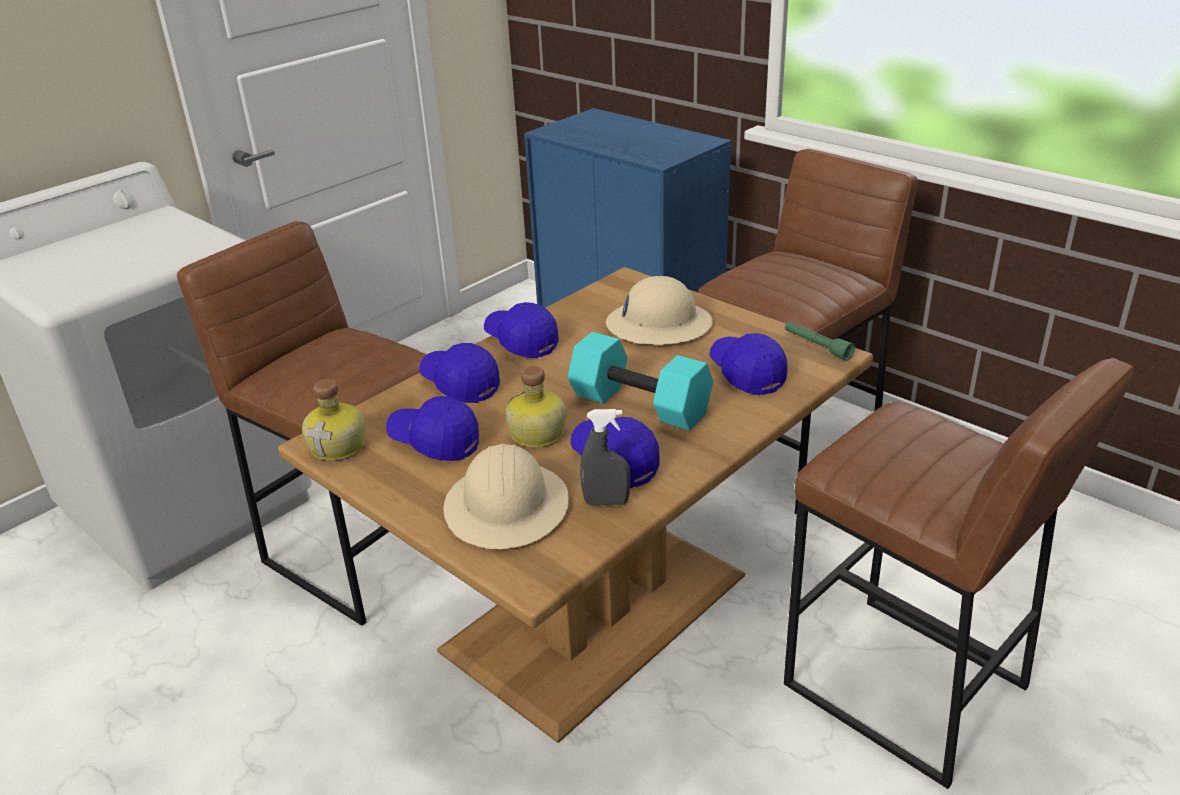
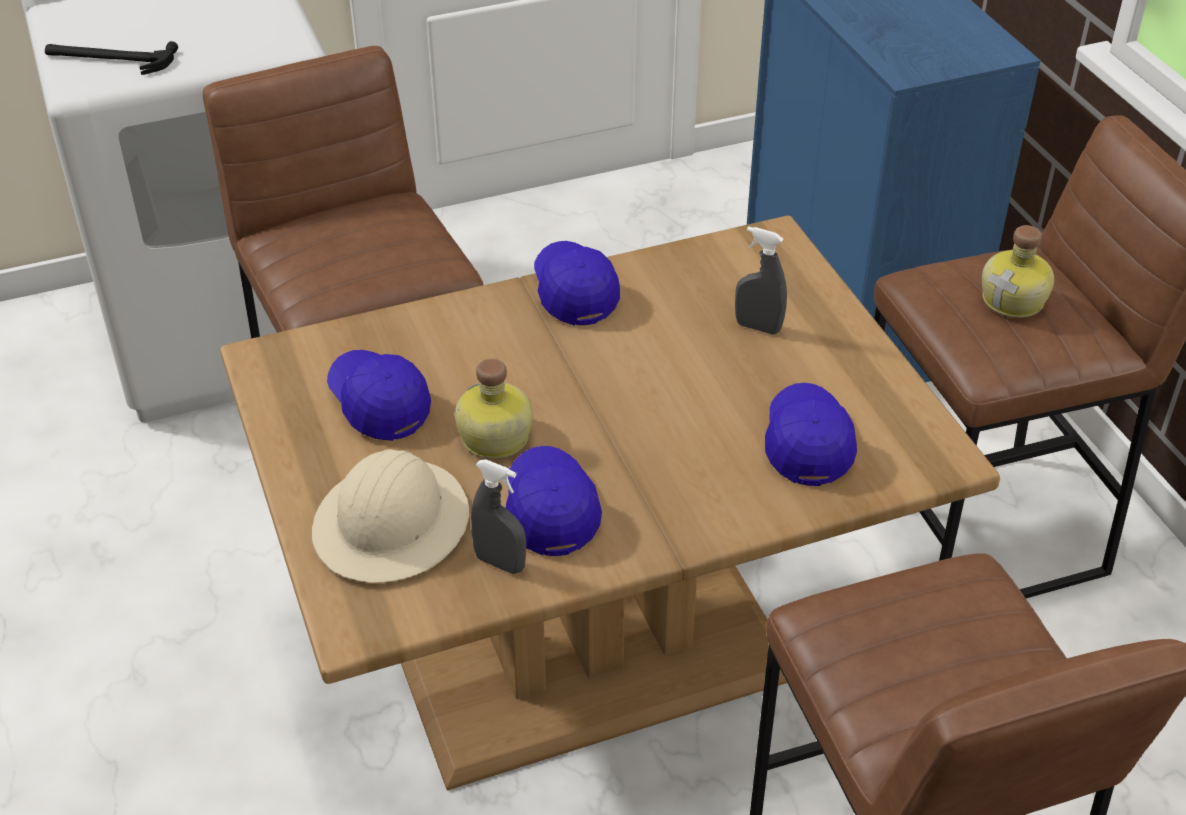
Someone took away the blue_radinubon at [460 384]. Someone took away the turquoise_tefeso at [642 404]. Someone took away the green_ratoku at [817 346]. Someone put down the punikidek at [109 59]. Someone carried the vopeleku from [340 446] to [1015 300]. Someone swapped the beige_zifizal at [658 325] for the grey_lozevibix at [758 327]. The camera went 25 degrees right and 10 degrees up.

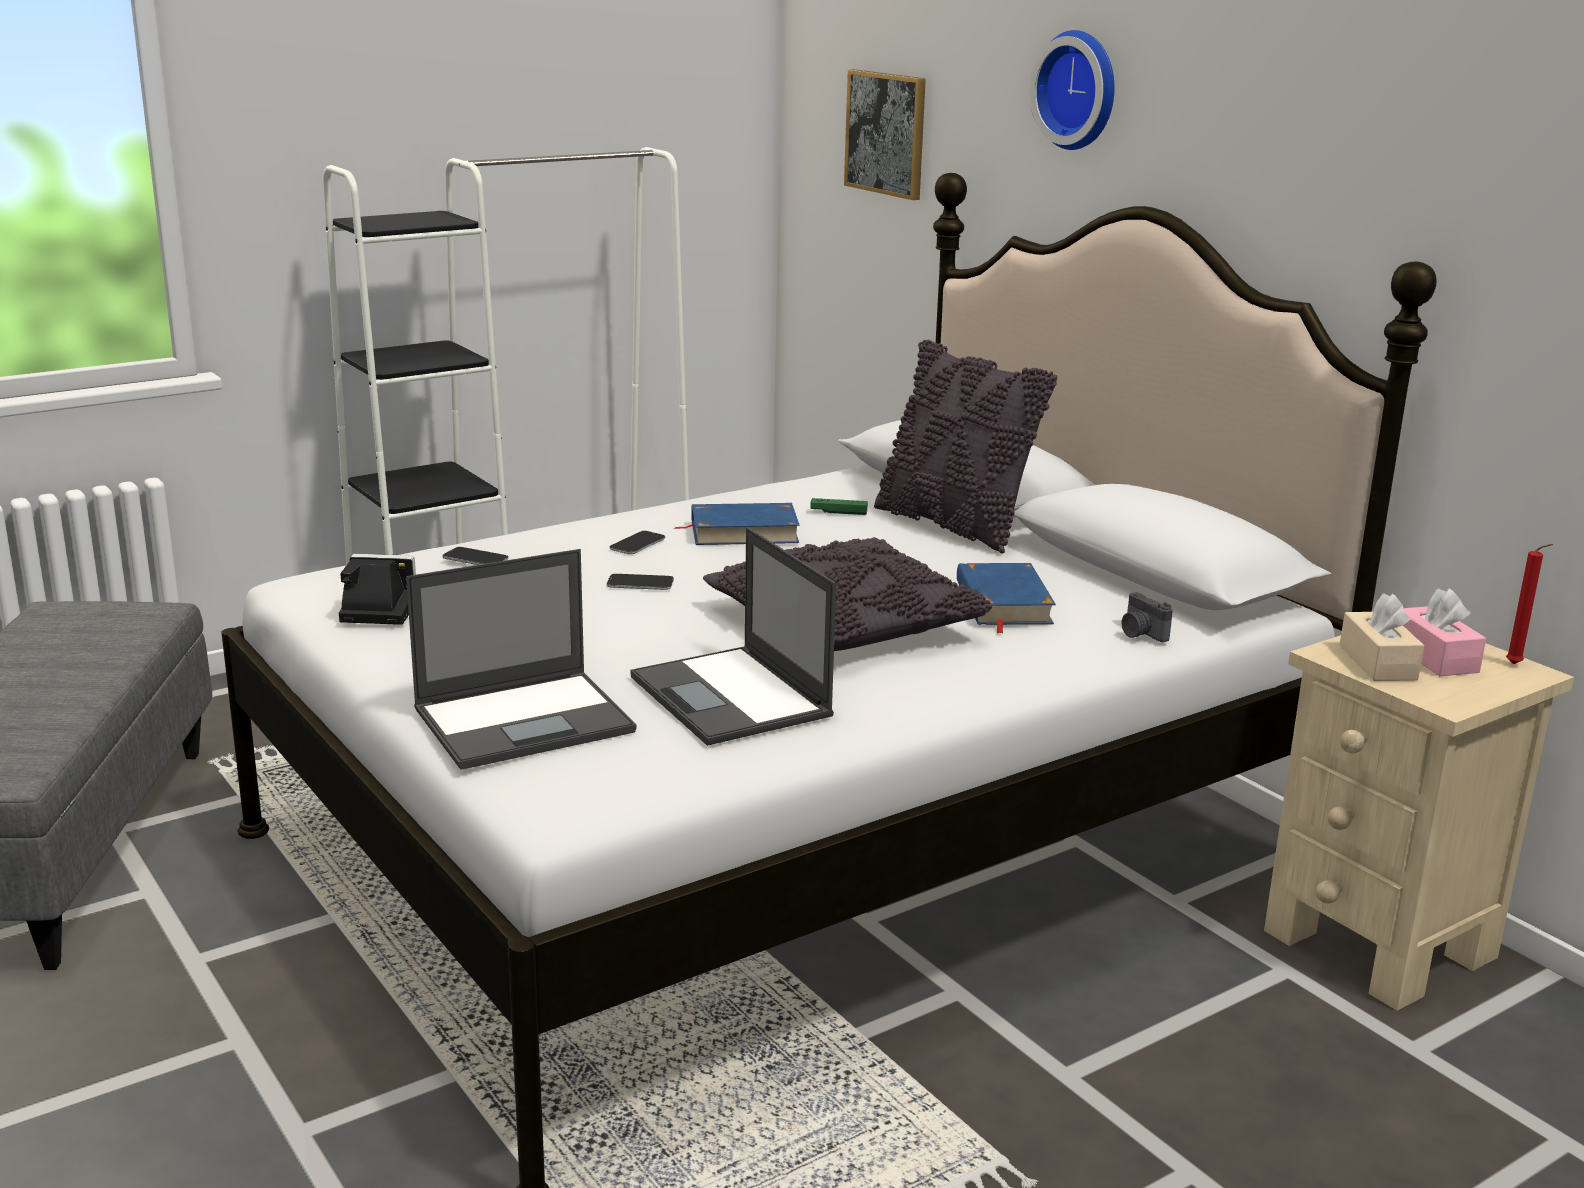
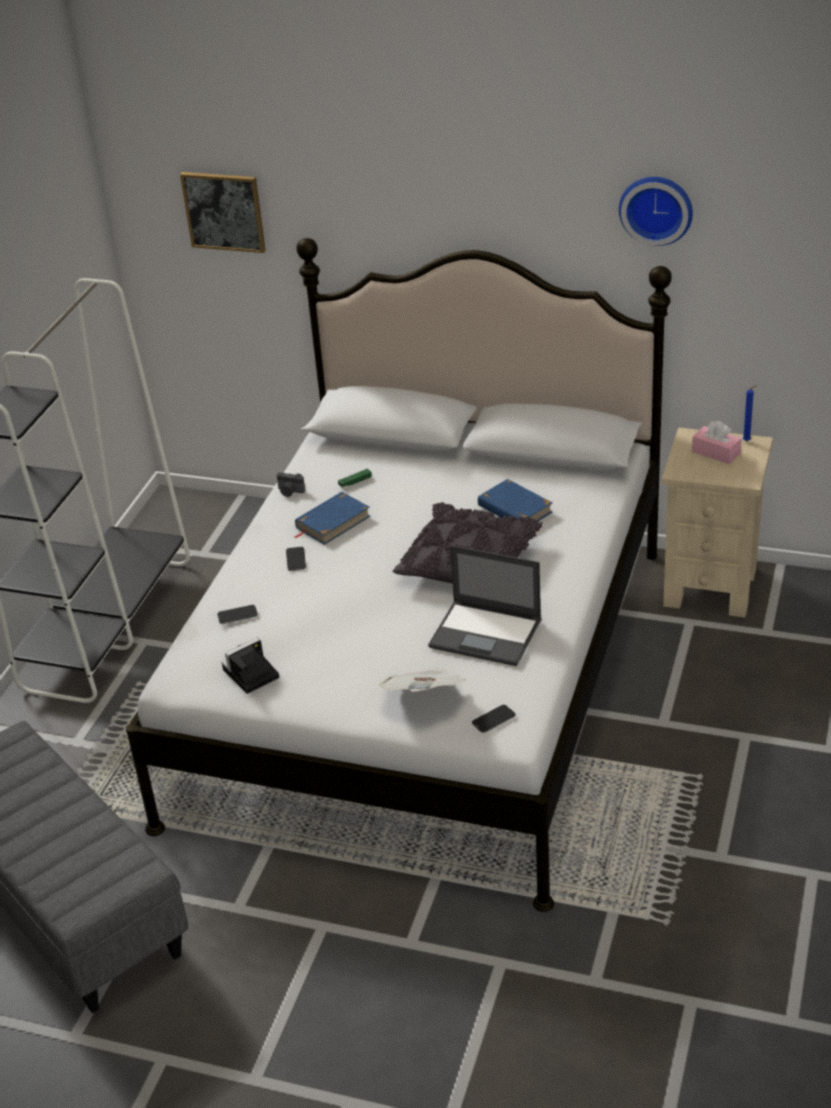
Someone took away the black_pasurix at [955 525]. Someone took away the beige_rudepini at [1377 663]. Someone carried the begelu from [640 583] to [493 719]. Someone carried the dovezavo from [1080 90] to [656 208]. Someone carried the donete from [1141 633] to [290 492]. Someone swapped the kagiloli at [526 720] for the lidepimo at [424 697]. Someone repainted the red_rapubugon at [1516 665], which became the blue_rapubugon at [747 441]. The camera went 35 degrees left and 15 degrees up.

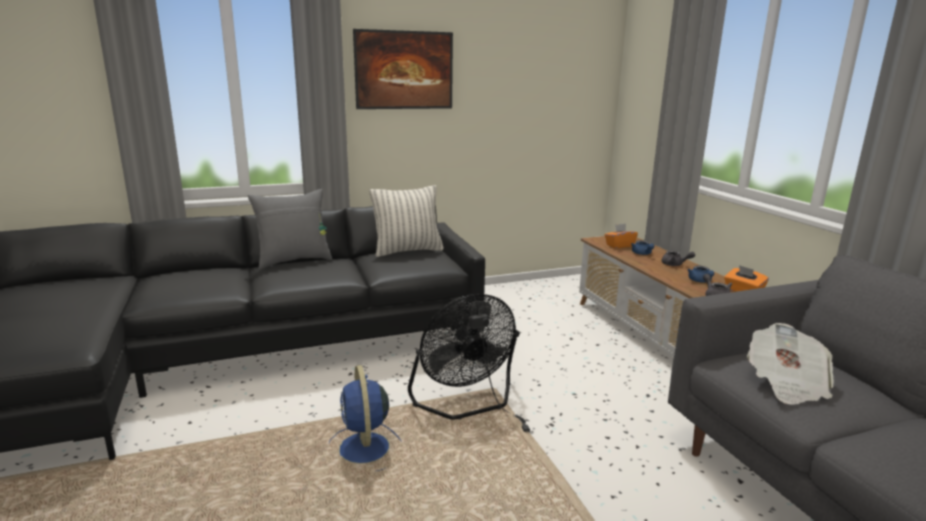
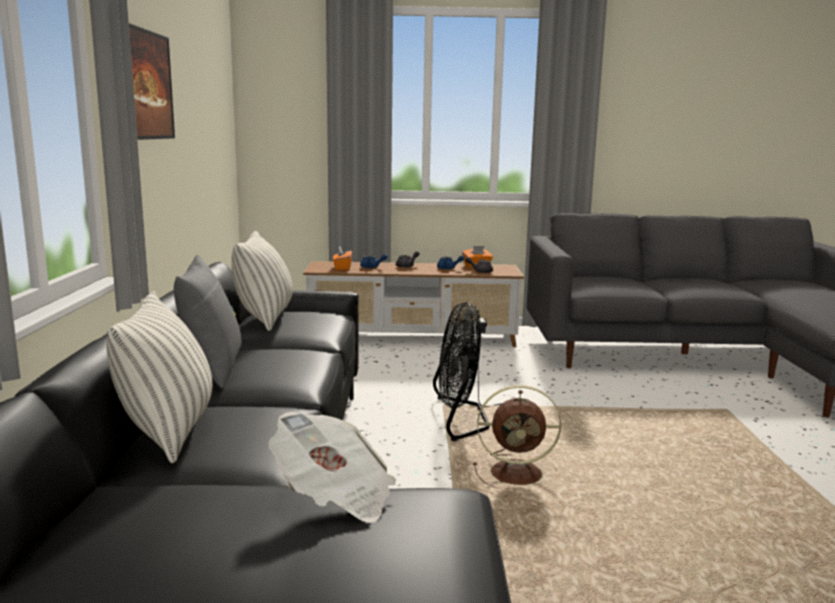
Someone put down the pasurix at [169 432]. Someone carried the lidepimo from [786 383] to [335 495]. Someone repainted the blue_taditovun at [364 450], which became the brown_taditovun at [519 473]. The camera went 70 degrees left and 5 degrees down.

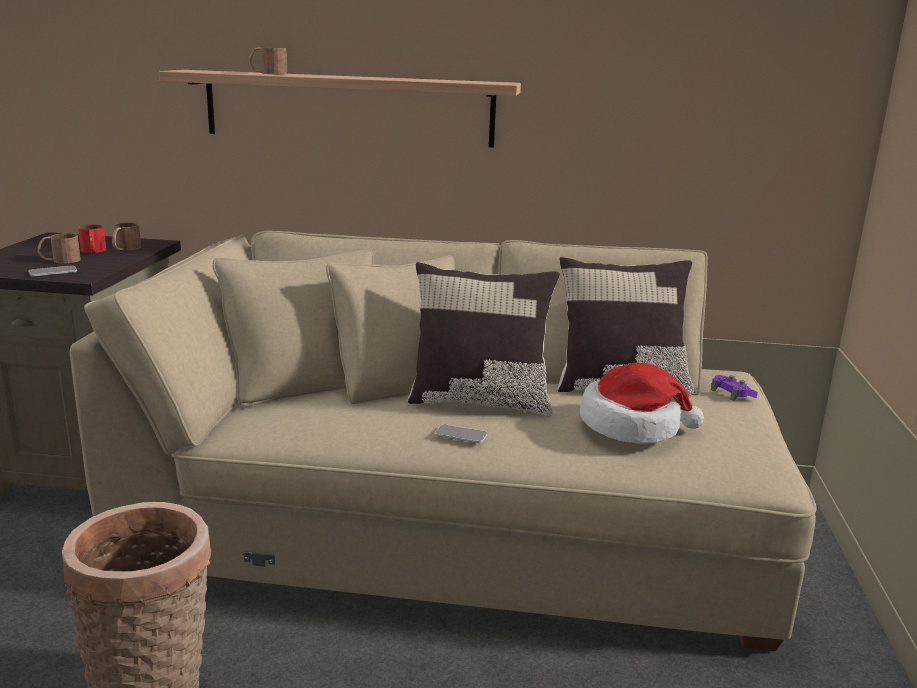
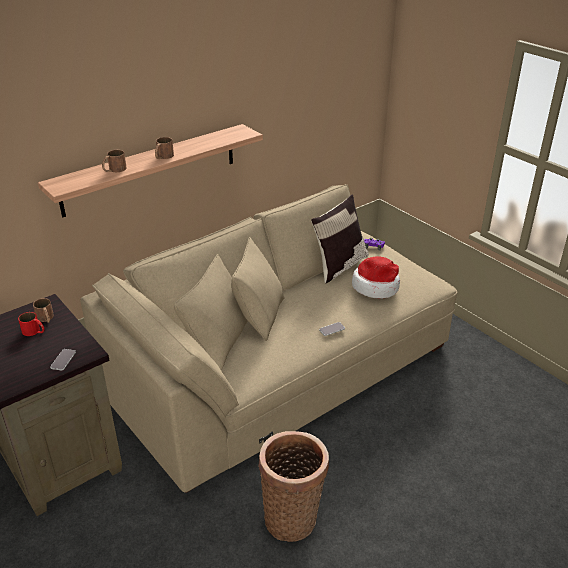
Someone took away the pasurix at [480 402]. Someone carried the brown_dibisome from [60 260] to [163 157]. The camera went 45 degrees left and 15 degrees up.

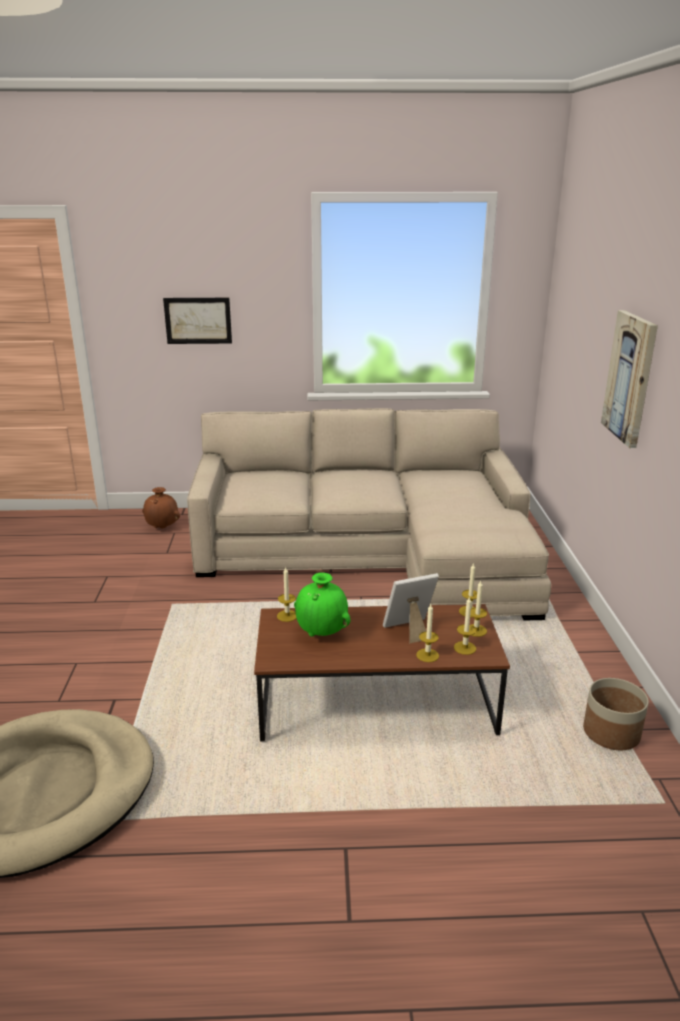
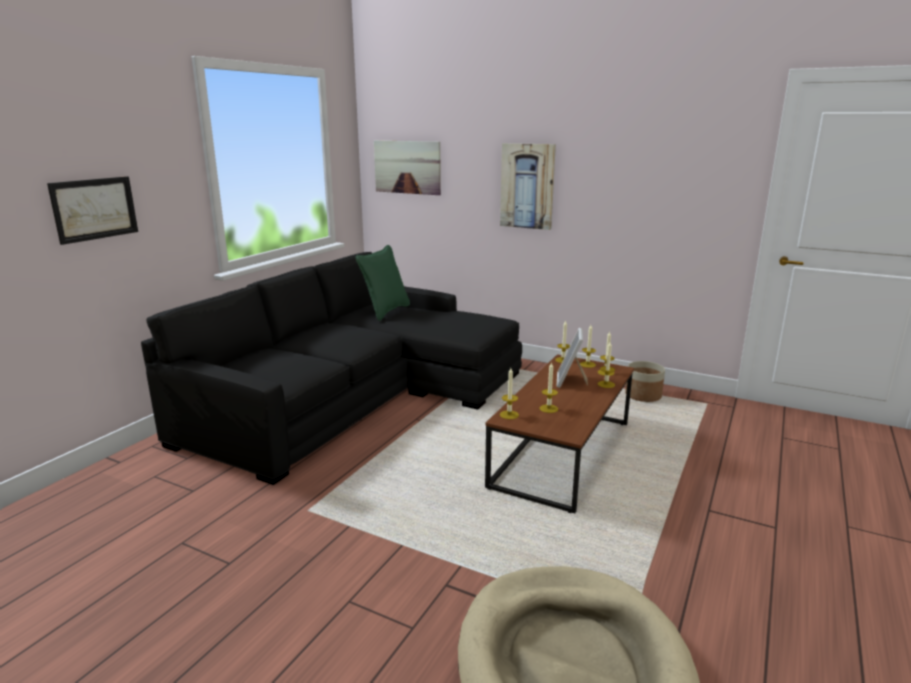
Someone took away the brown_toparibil at [162 527]. Someone put down the green_pasurix at [385 311]. Someone put up the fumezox at [407 167]. Someone swapped the green_toparibil at [322 633] for the rapubugon at [548 408]. Someone repainted the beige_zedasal at [374 551], which became the black_zedasal at [356 394]. The camera went 60 degrees left and 5 degrees down.

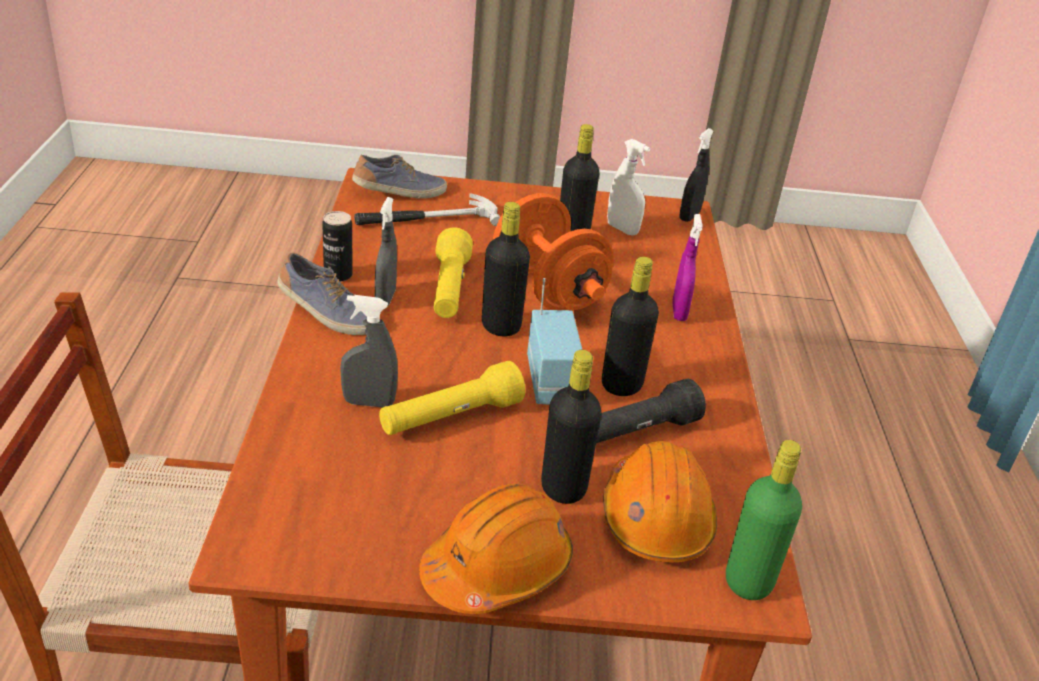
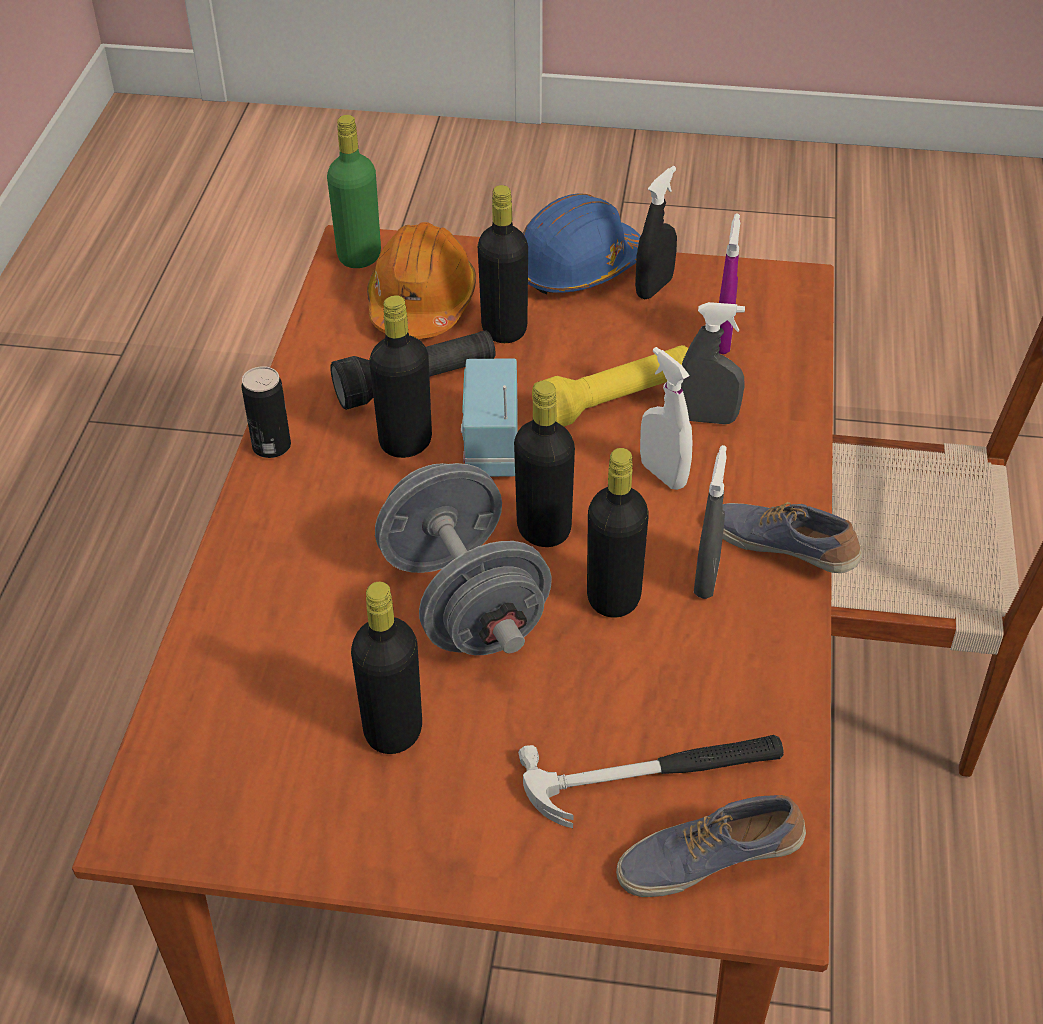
Someone carried the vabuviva from [338 275] to [271 446]. Someone carried the white_lozevibix from [622 229] to [663 474]. Someone carried the purple_lozevibix from [679 312] to [723 339]. Someone carried the black_lozevibix from [689 216] to [654 287]. Someone swapped the yellow_ratoku at [449 289] for the black_vopeleku at [613 598]. Someone repainted the orange_zifizal at [497 568], which became the blue_zifizal at [576 268]. Someone repainted the orange_tefeso at [547 289], which became the grey_tefeso at [464 602]. The camera went 170 degrees left and 10 degrees up.

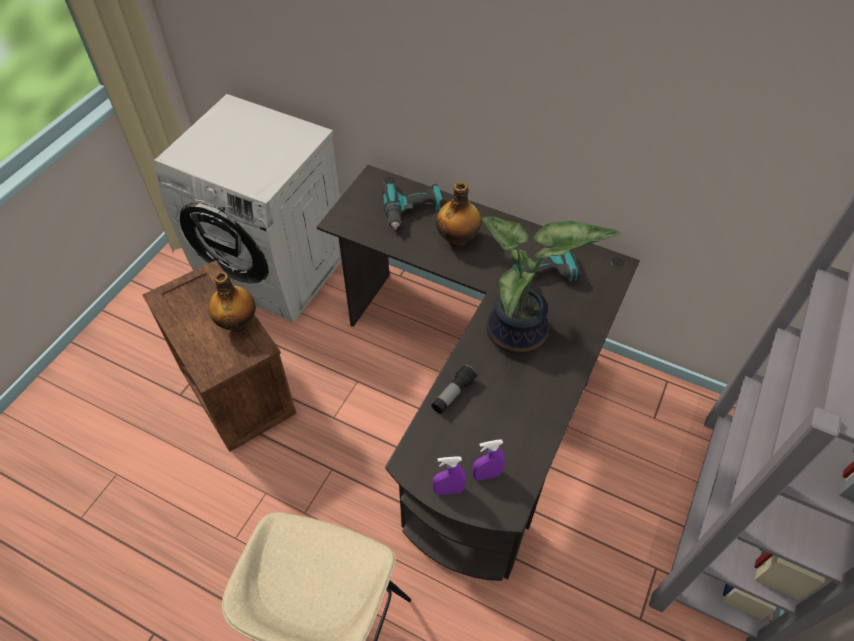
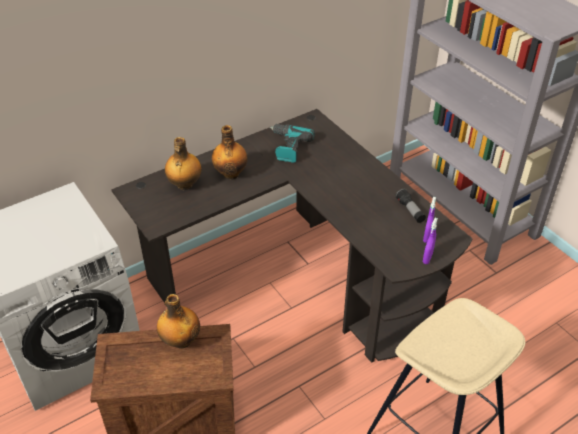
Someone took away the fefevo at [519 335]. Someone carried the ratoku from [453 394] to [410 211]. Someone swapped the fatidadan at [412 212] for the vopeleku at [184 185]. The camera went 60 degrees left and 10 degrees down.

